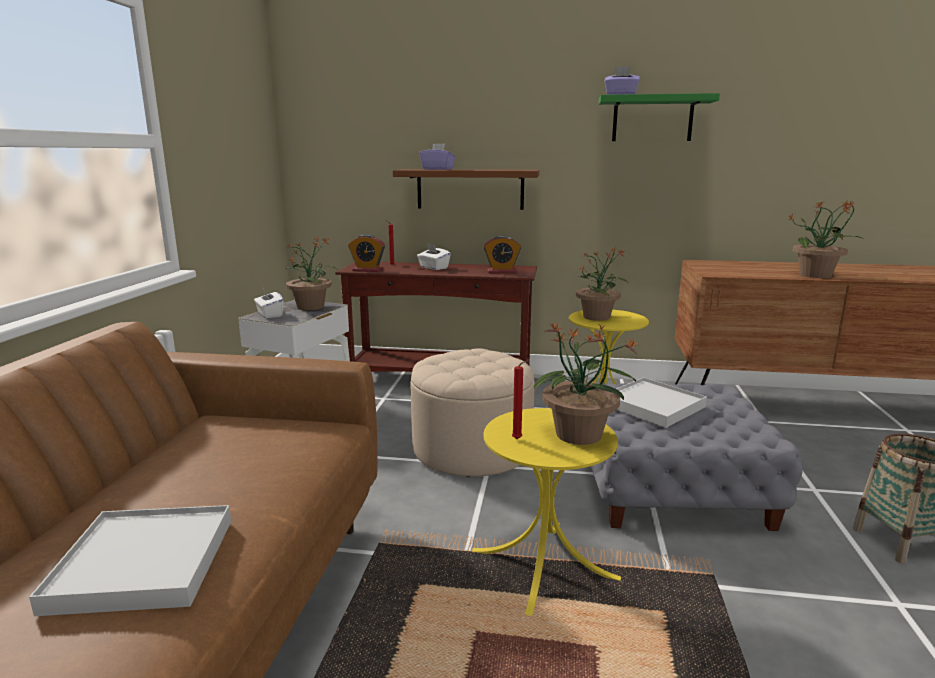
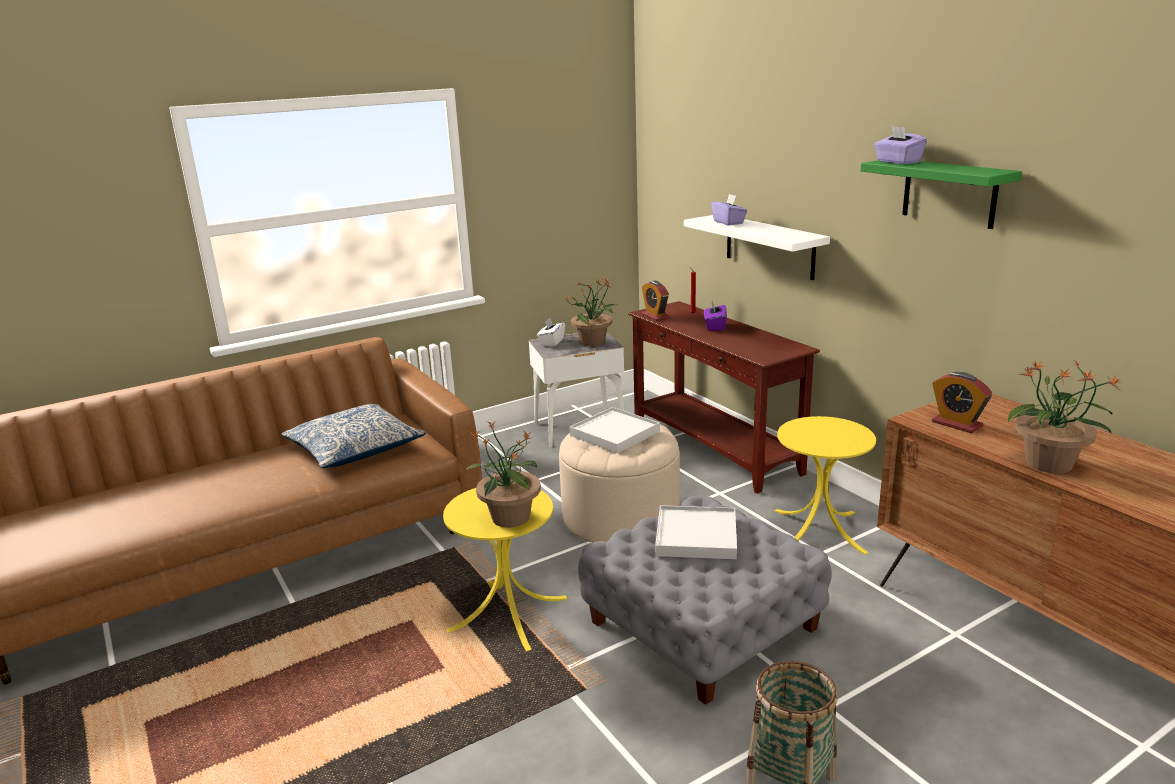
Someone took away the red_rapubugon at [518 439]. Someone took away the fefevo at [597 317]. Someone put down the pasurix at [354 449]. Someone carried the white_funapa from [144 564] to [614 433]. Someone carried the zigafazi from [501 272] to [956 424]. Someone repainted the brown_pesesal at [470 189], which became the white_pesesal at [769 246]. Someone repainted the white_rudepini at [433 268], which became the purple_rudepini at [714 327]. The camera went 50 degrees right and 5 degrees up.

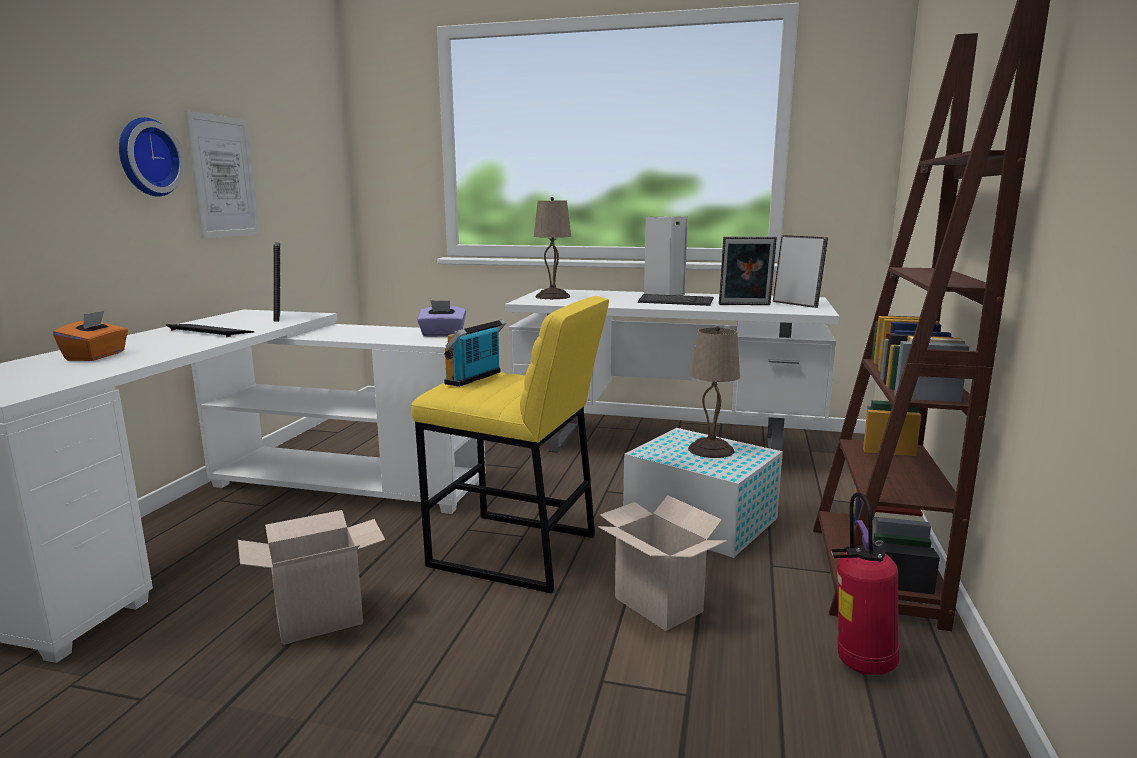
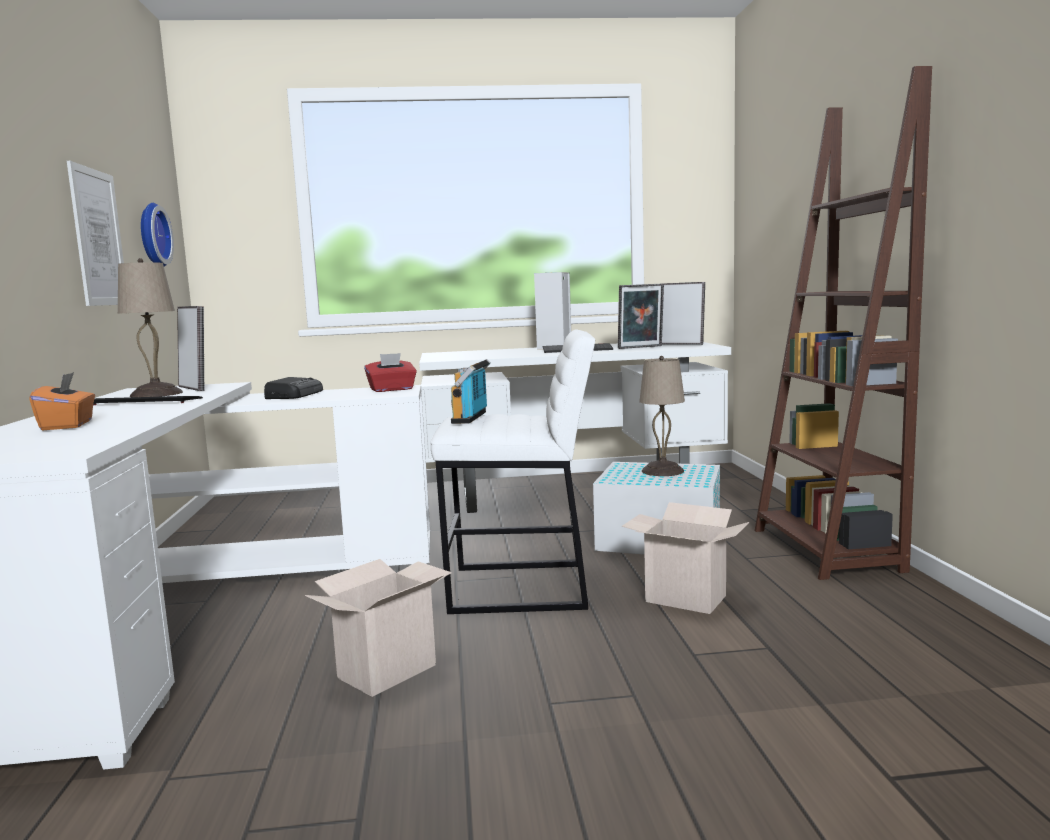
Someone took away the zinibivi at [859 663]. Someone put down the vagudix at [295 395]. Someone carried the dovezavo from [146 157] to [151 235]. Someone carried the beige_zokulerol from [553 296] to [156 394]. Someone repainted the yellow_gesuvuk at [518 551], which became the white_gesuvuk at [523 587]. Someone repainted the purple_rudepini at [442 335], which became the red_rudepini at [392 389]. The camera went 20 degrees left and 5 degrees down.

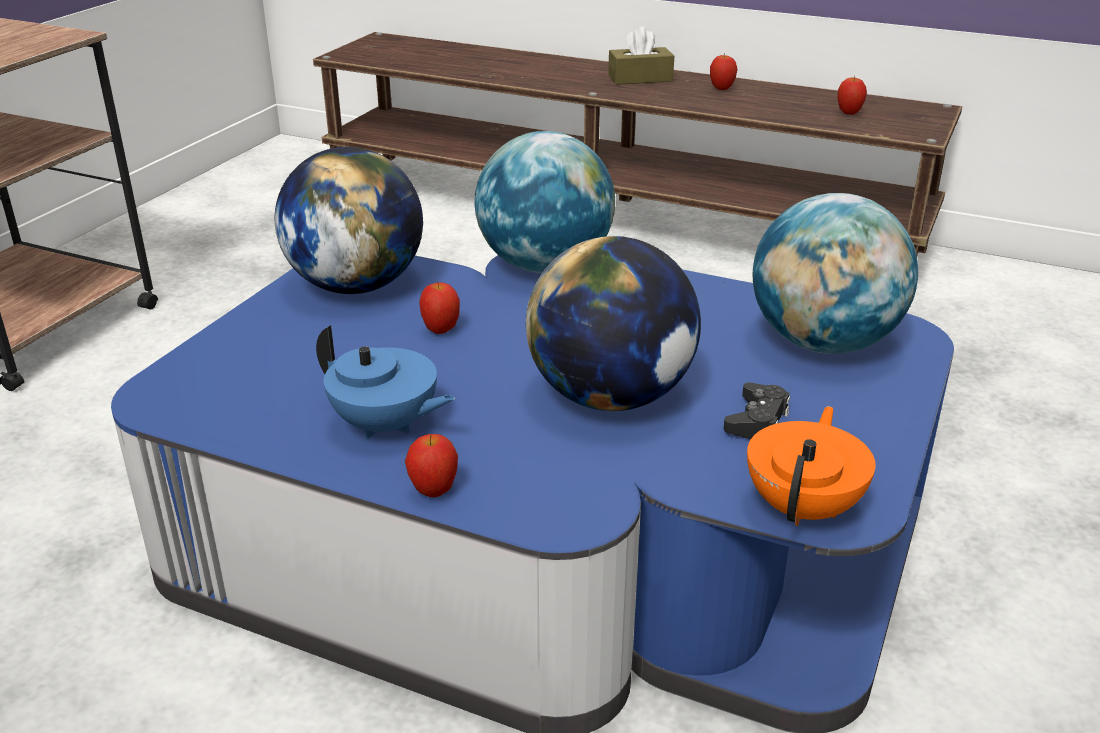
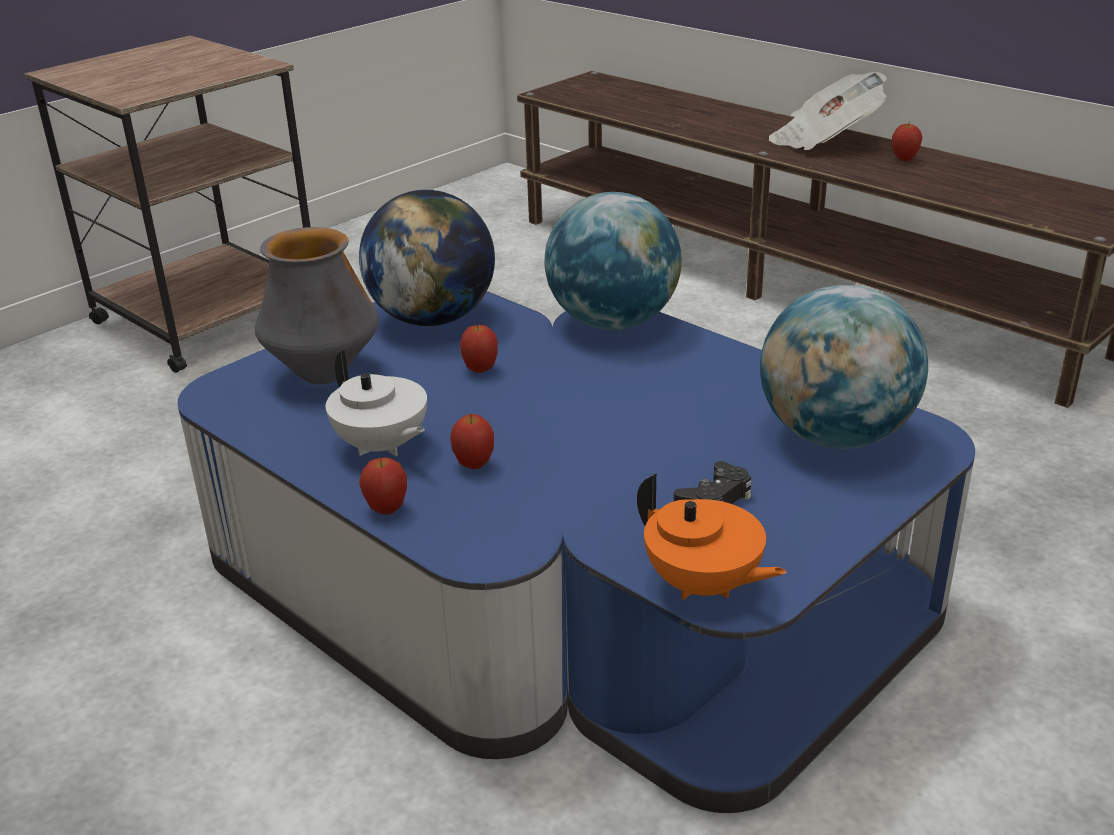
Someone took away the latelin at [611 397]. Someone put down the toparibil at [324 374]. Someone carried the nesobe from [849 113] to [474 465]. Someone swapped the brown_rudepini at [640 78] for the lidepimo at [824 140]. Someone repainted the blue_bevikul at [385 425], which became the white_bevikul at [382 446]. Someone rotated the orange_bevikul at [804 507] by 90 degrees clockwise. The camera went 20 degrees right and 0 degrees up.

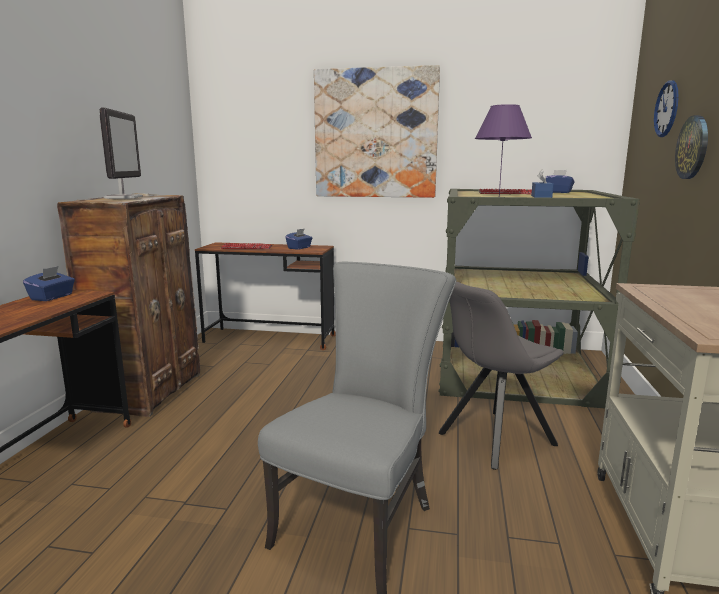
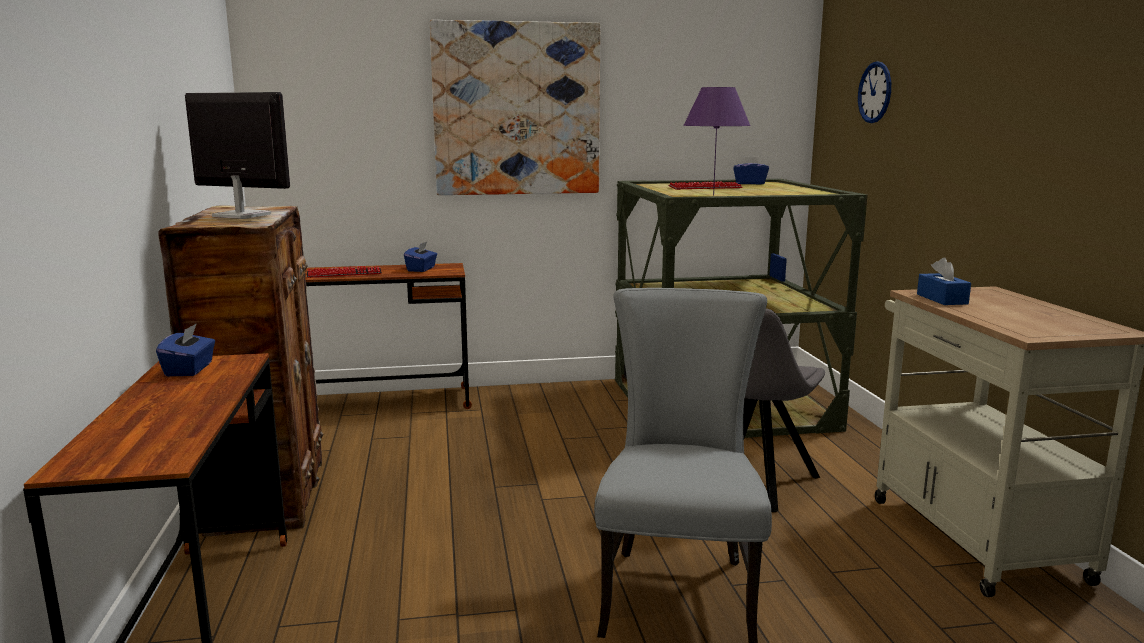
Someone took away the dovezavo at [693 147]. Someone carried the blue_rudepini from [541 196] to [942 299]. Someone rotated the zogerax at [123 197] by 45 degrees counterclockwise. The camera went 20 degrees left and 0 degrees up.

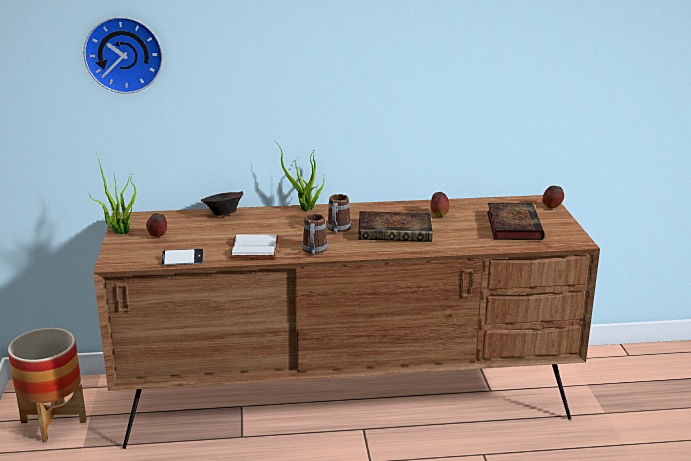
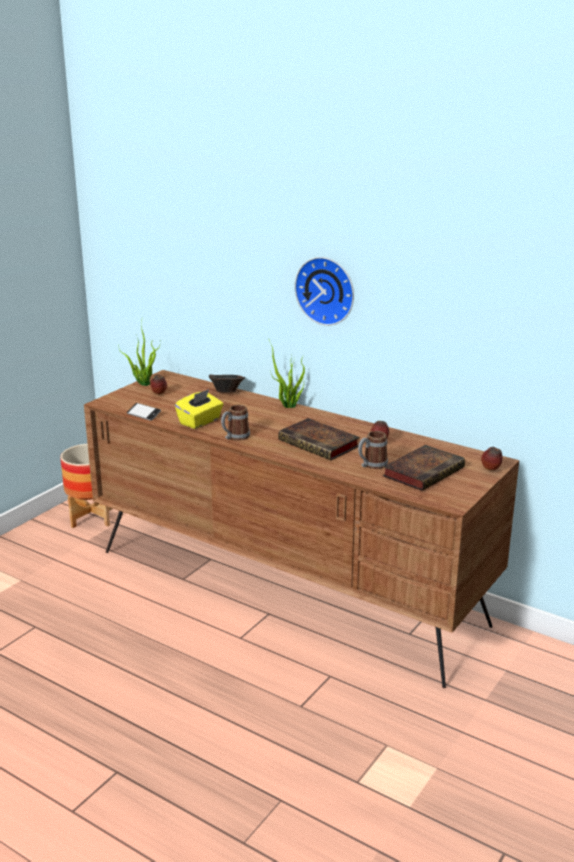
Someone carried the dovezavo from [124 54] to [326 290]. Someone carried the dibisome from [337 230] to [371 465]. Someone swapped the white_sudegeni at [253 248] for the yellow_rudepini at [200 422]. The camera went 40 degrees right and 0 degrees up.

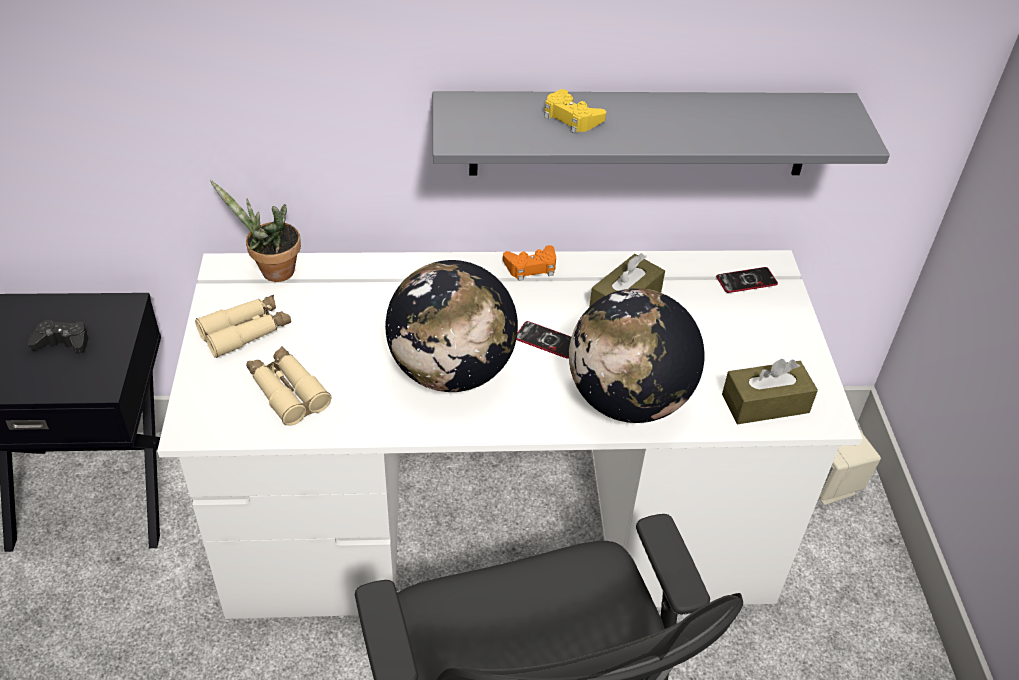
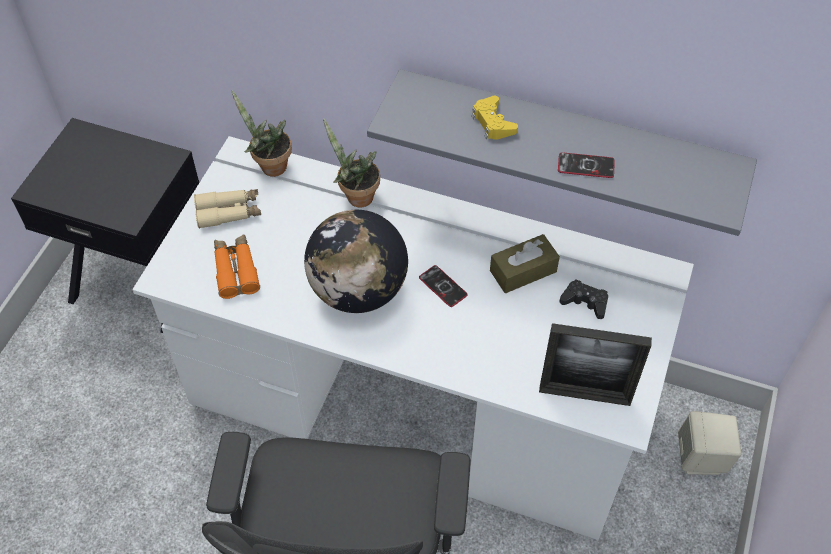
Someone took away the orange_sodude at [531 267]. Someone took away the latelin at [627 400]. Someone put down the fefevo at [356 196]. Someone carried the black_sodude from [62 342] to [585 302]. Someone carried the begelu from [746 281] to [586 166]. Someone swapped the brown_rudepini at [765 403] for the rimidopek at [584 395]. Someone repainted the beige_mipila at [287 391], which became the orange_mipila at [236 270]. The camera went 25 degrees right and 10 degrees up.

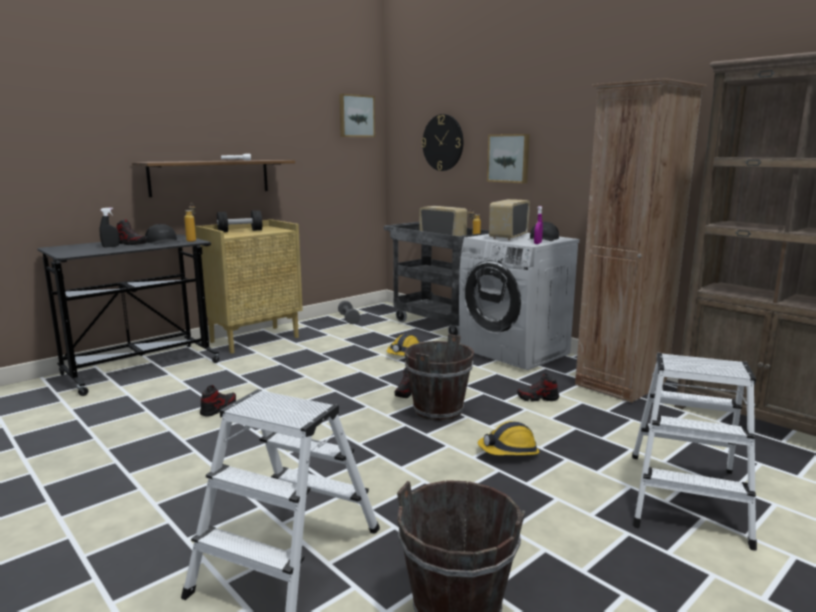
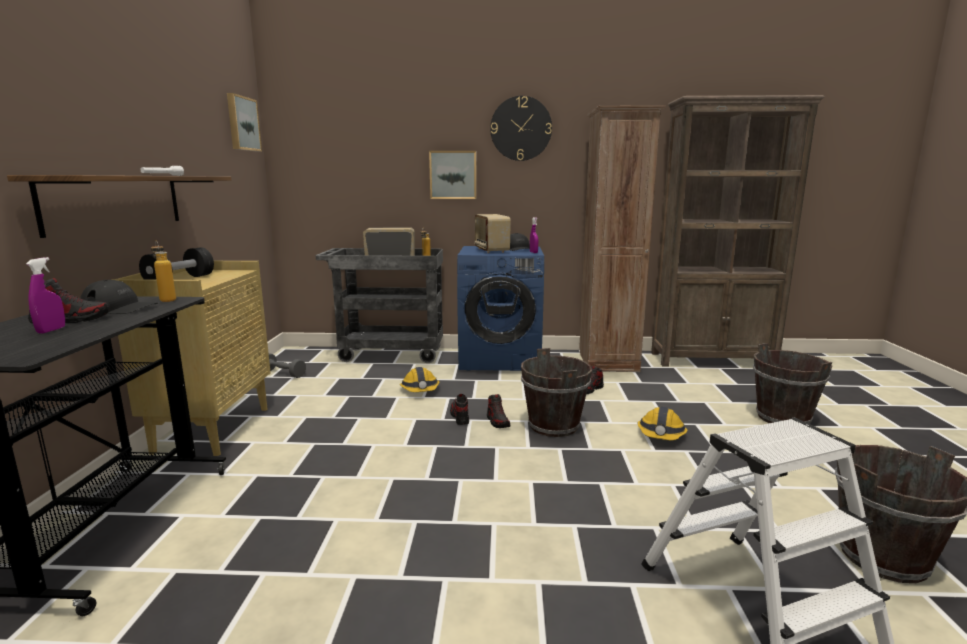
Someone carried the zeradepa from [218 409] to [459 417]. Someone carried the dovezavo from [443 142] to [521 128]. Someone swapped the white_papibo at [686 496] for the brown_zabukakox at [782 418]. Someone repainted the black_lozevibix at [110 246], which became the purple_lozevibix at [51 330]. Someone repainted the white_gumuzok at [514 353], which became the blue_gumuzok at [500 361]. The camera went 45 degrees left and 0 degrees up.

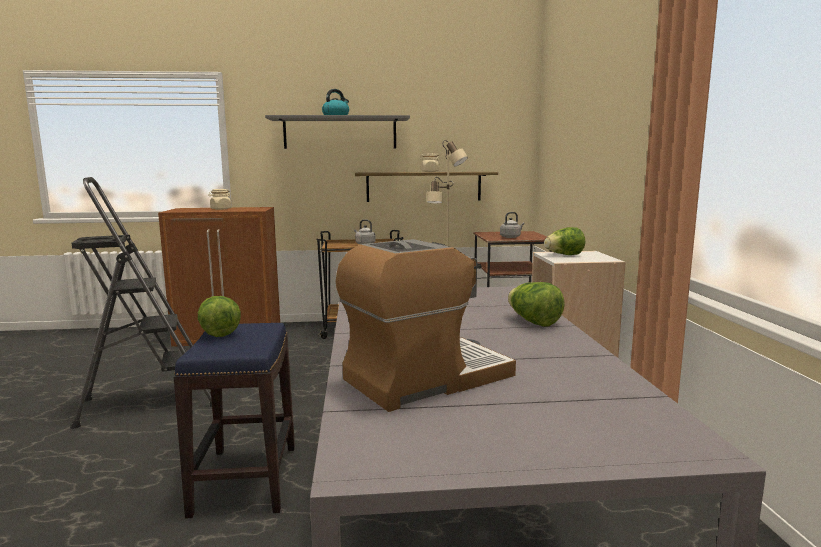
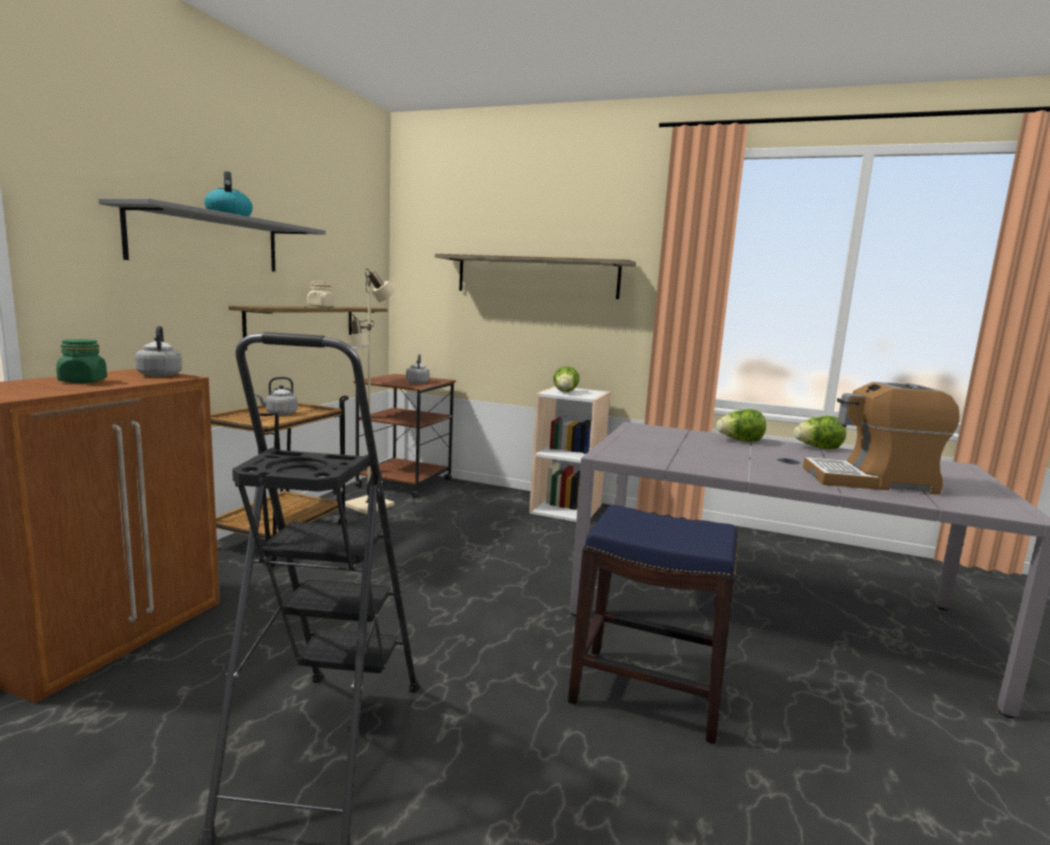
Someone put down the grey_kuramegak at [160 375]. Someone put up the pesesal at [536 276]. Someone carried the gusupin from [218 332] to [817 448]. Someone repainted the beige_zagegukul at [220 209], which became the green_zagegukul at [83 381]. Someone rotated the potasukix at [426 379] by 75 degrees counterclockwise. The camera went 65 degrees left and 0 degrees up.

